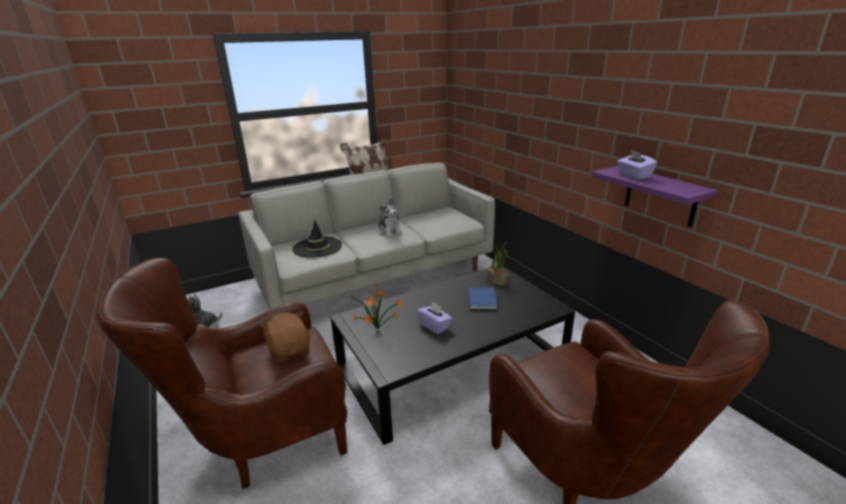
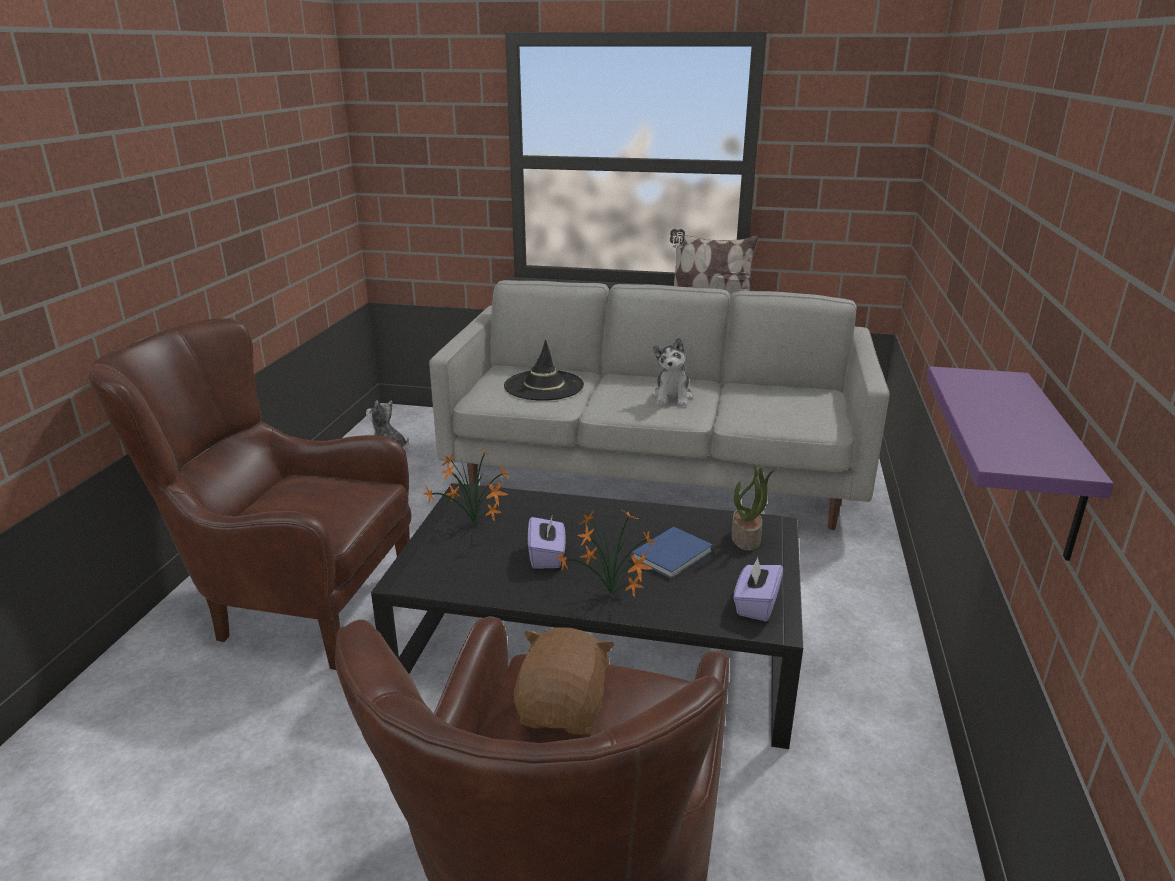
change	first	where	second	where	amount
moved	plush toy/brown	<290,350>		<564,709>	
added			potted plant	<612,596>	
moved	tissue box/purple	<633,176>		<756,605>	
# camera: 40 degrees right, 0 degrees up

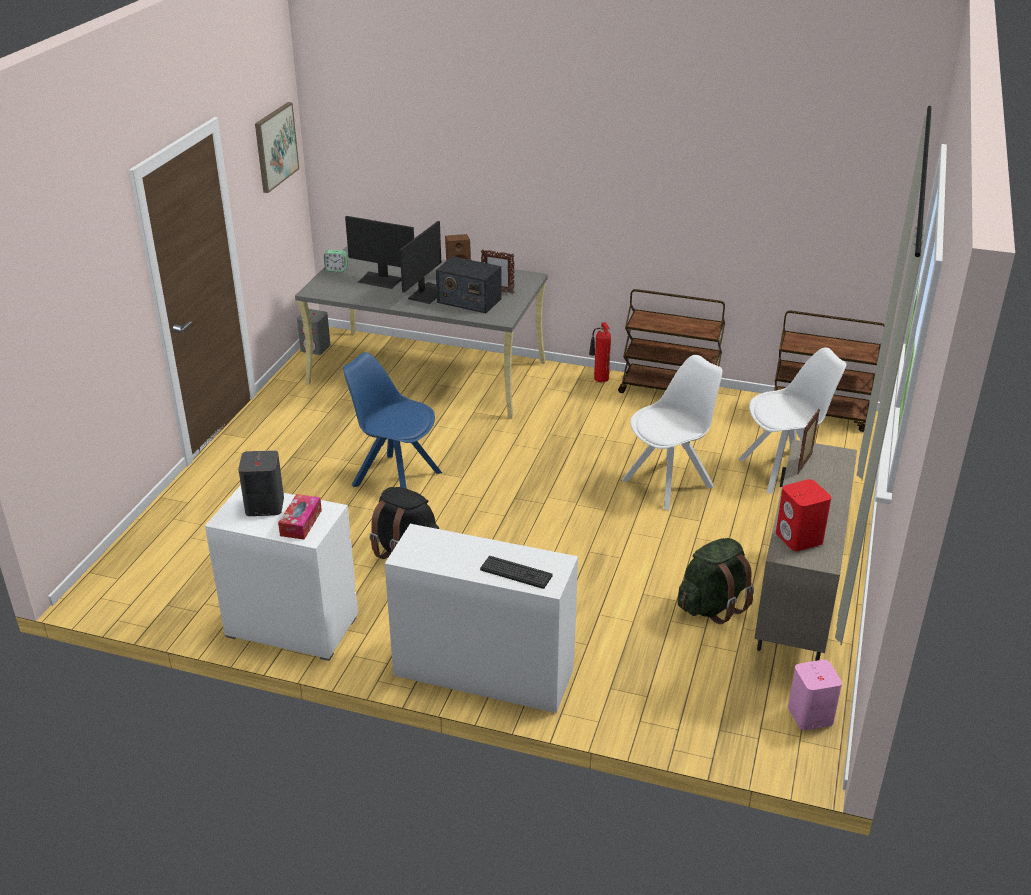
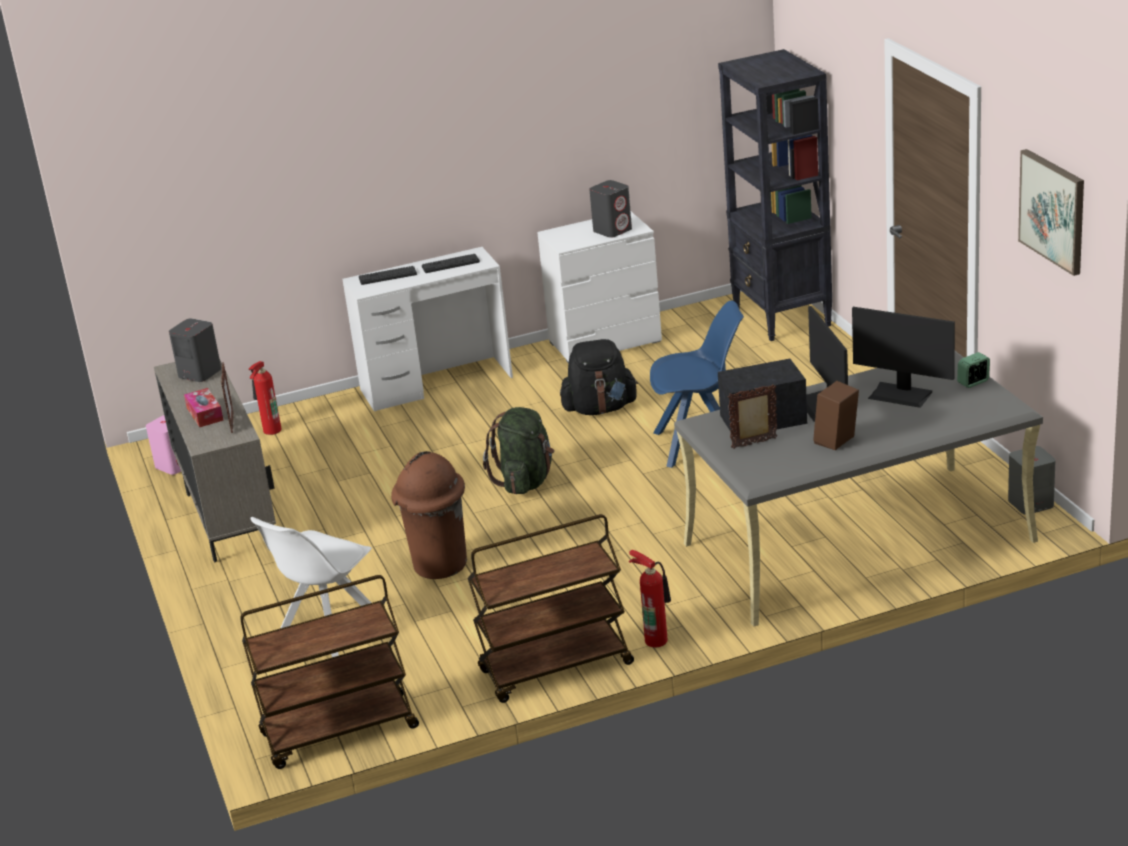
change	first	where	second	where	amount
recoloured	speaker/red	<799,538>	speaker/grey	<199,373>	
moved	tissue box	<301,523>		<205,414>	
added			fire extinguisher	<270,431>	
replaced	chair/white	<670,482>	trash can/brown	<439,565>	
added			keyboard	<450,264>	
moved	backpack/green	<712,606>		<525,481>	
added			bookcase/black	<782,317>	
turned	monitor	<380,280>		<901,394>	135 degrees counterclockwise
# camera: 145 degrees right, 5 degrees down

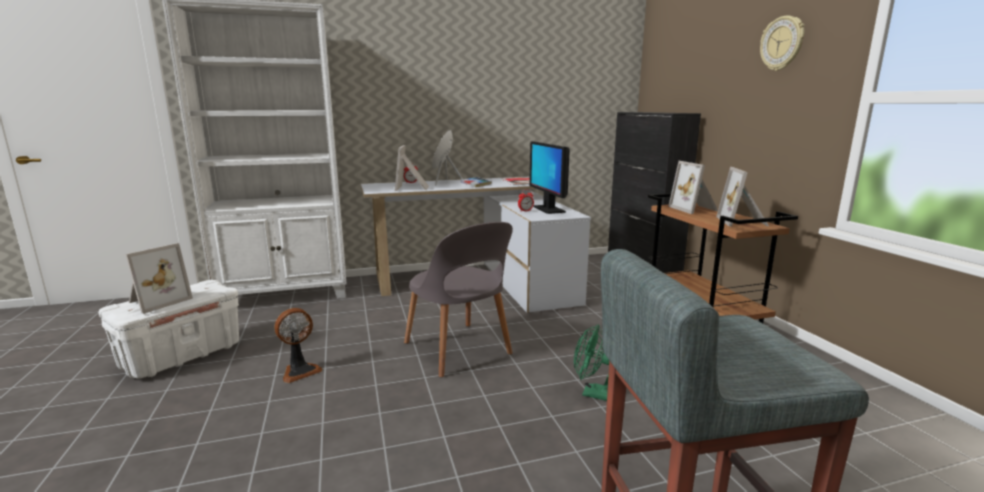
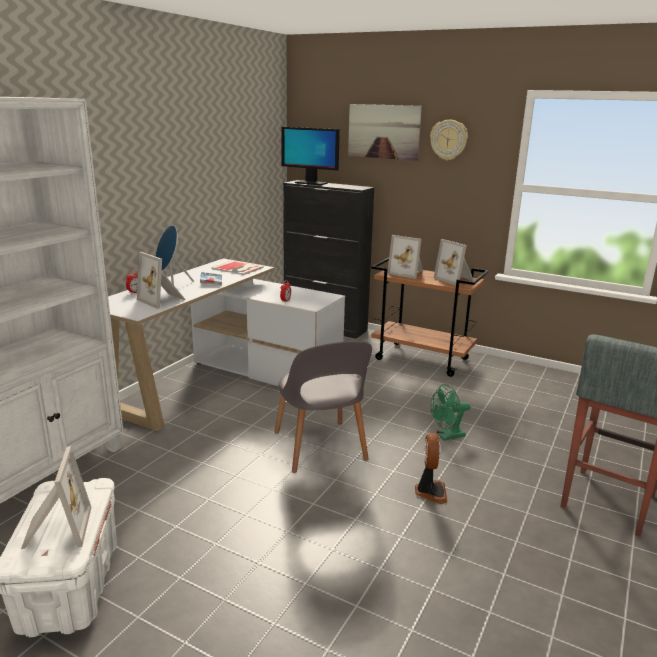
change	first	where	second	where	amount
turned	chair/grey	<459,350>		<320,448>	60 degrees clockwise
moved	monitor	<548,209>		<310,183>	
added			picture	<383,131>	
moved	fan	<299,371>		<430,492>	
# camera: 45 degrees left, 5 degrees up

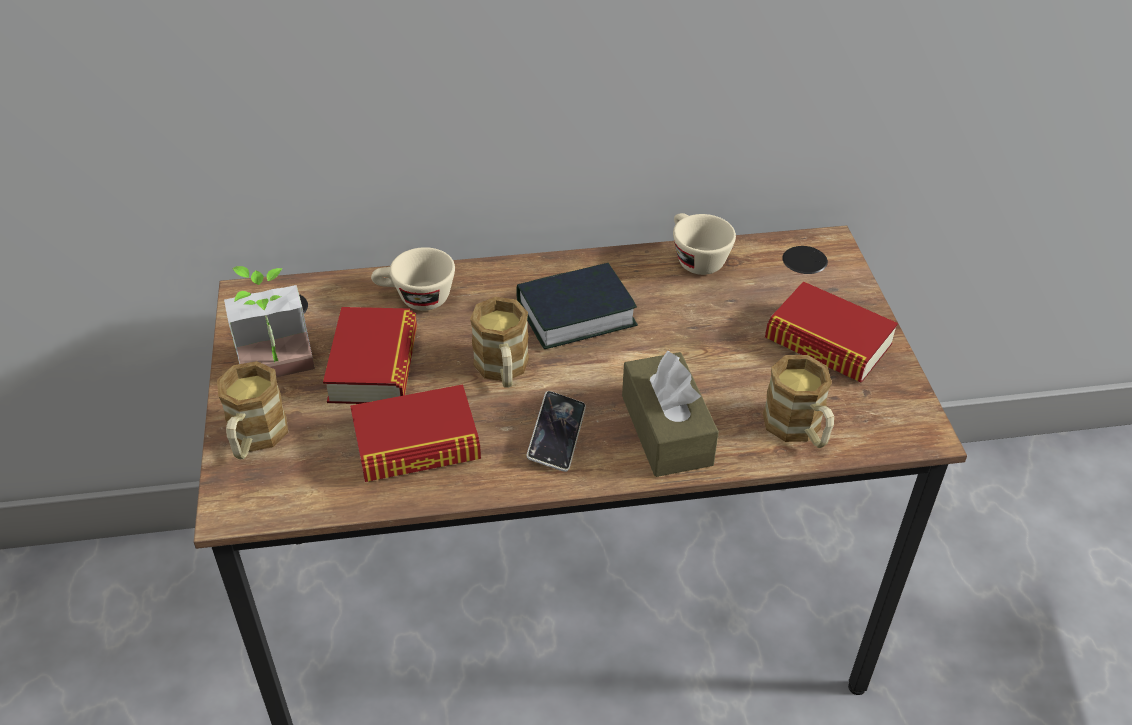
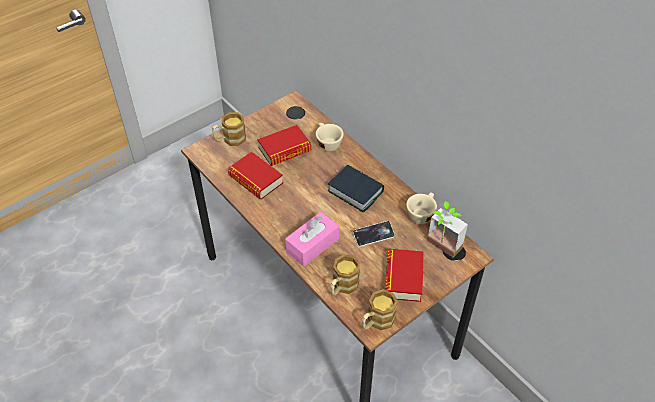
change	first	where	second	where	amount
recoloured	tissue box/brown	<666,430>	tissue box/pink	<312,245>	
moved	phone	<557,435>		<373,235>	
moved	mug	<503,370>		<376,321>	
moved	potted plant	<279,375>		<440,248>	
# camera: 60 degrees right, 5 degrees up

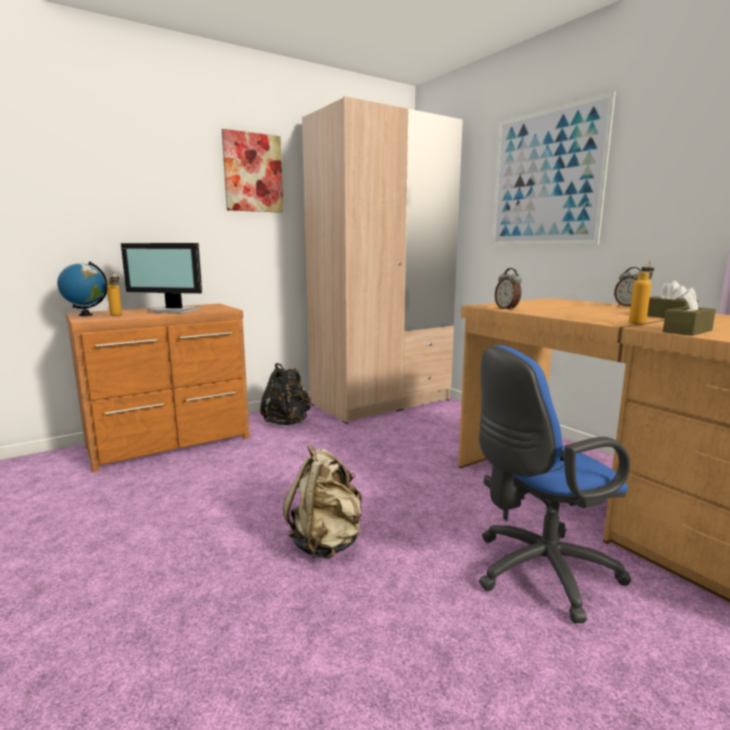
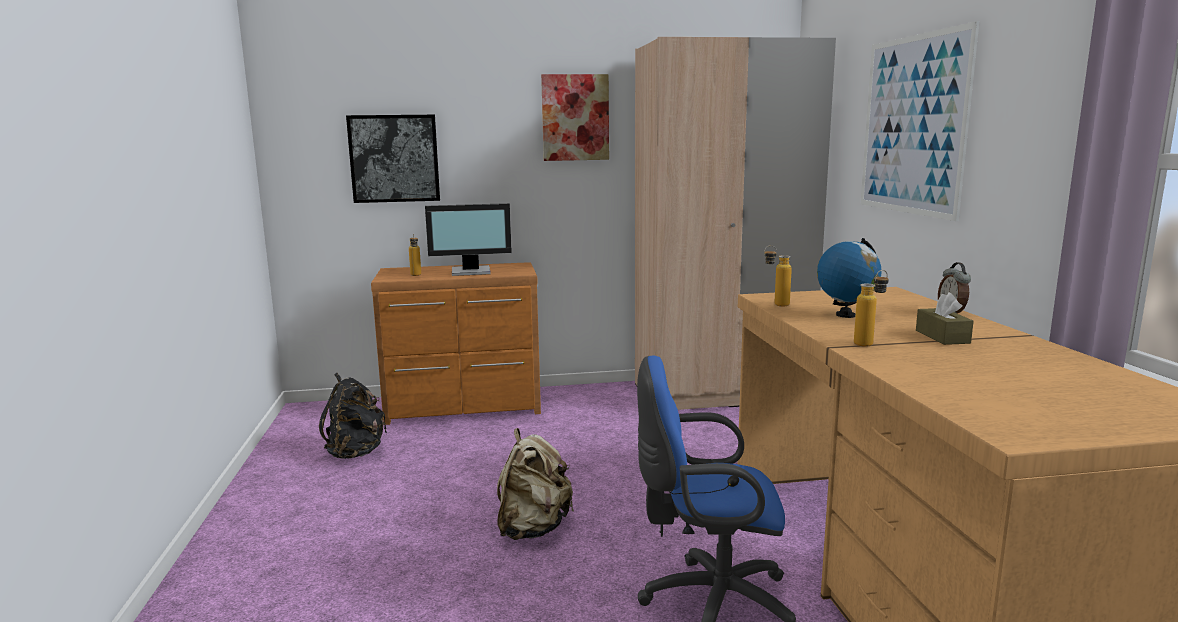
change	first	where	second	where	amount
moved	backpack/black	<287,422>		<356,452>	
added			picture	<394,158>	
turned	monitor	<173,311>		<471,272>	45 degrees counterclockwise
replaced	alarm clock	<507,309>	bottle	<775,305>	
moved	globe	<85,315>		<845,315>	
removed	tissue box/brown	<687,331>			
# camera: 25 degrees right, 0 degrees up

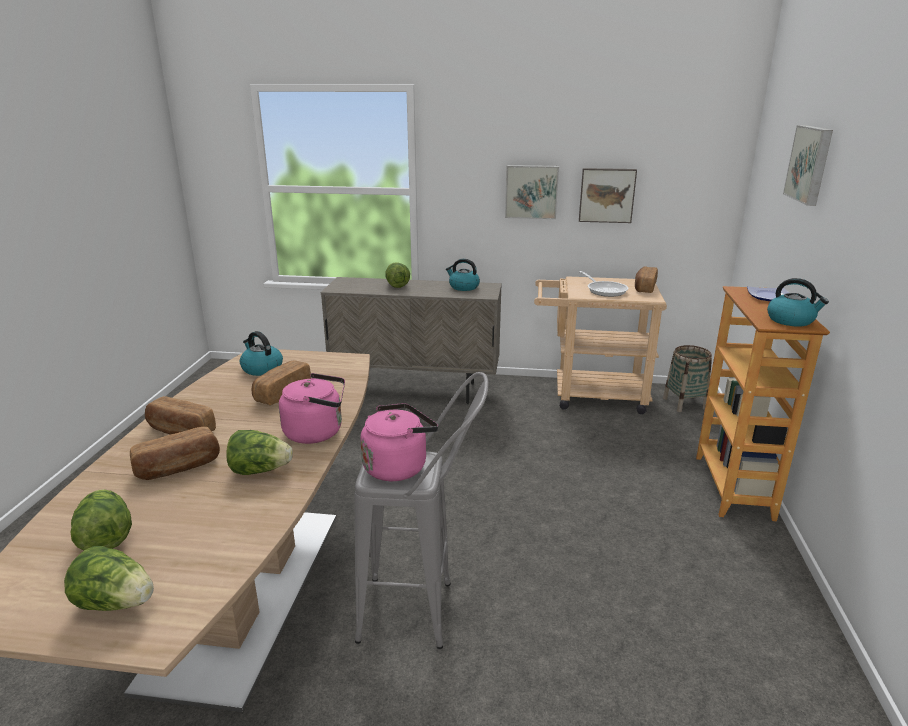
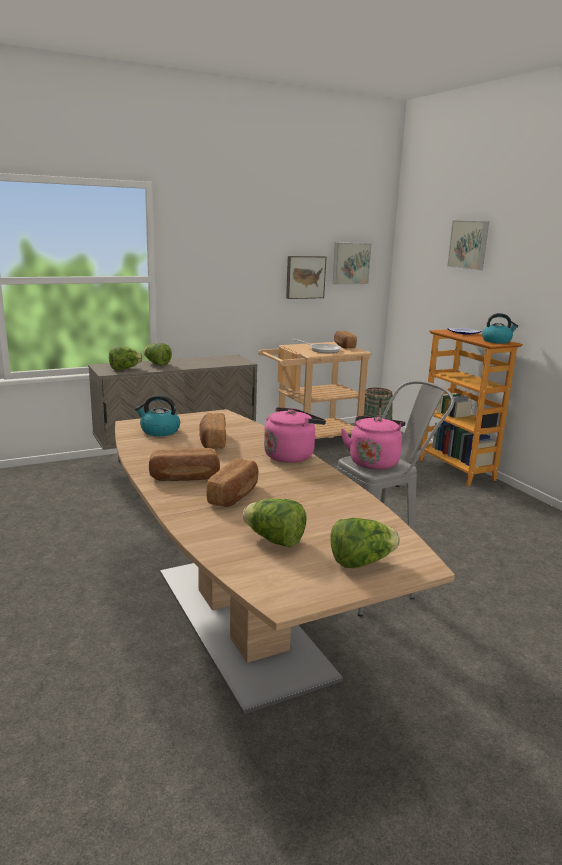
change	first	where	second	where	amount
moved	lettuce	<260,470>		<125,369>	
moved	picture	<531,191>		<350,263>	
removed	kettle	<463,287>			
# camera: 35 degrees left, 5 degrees down

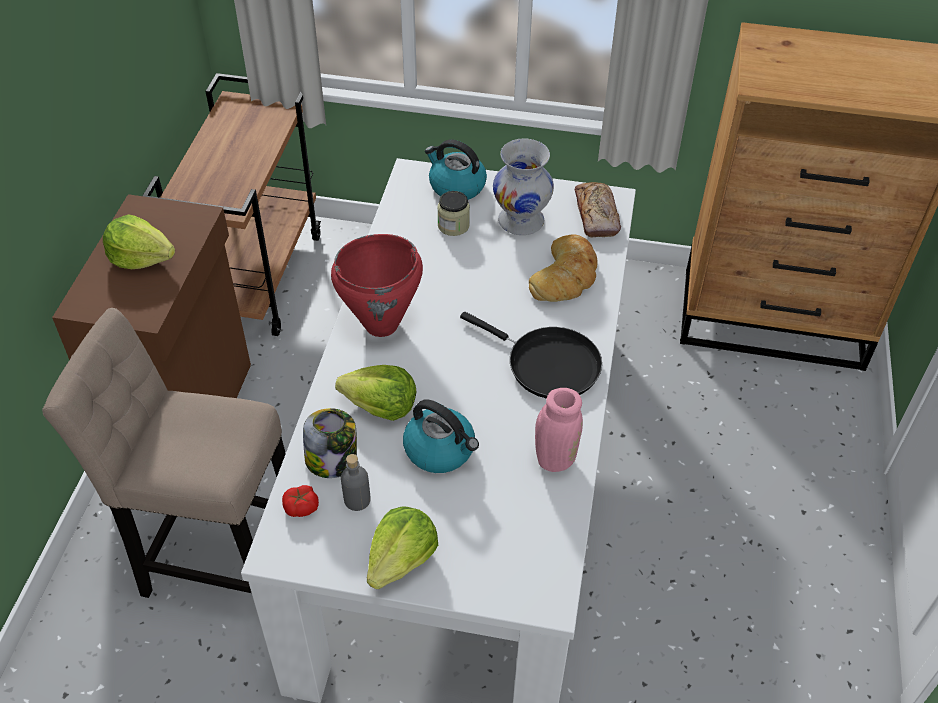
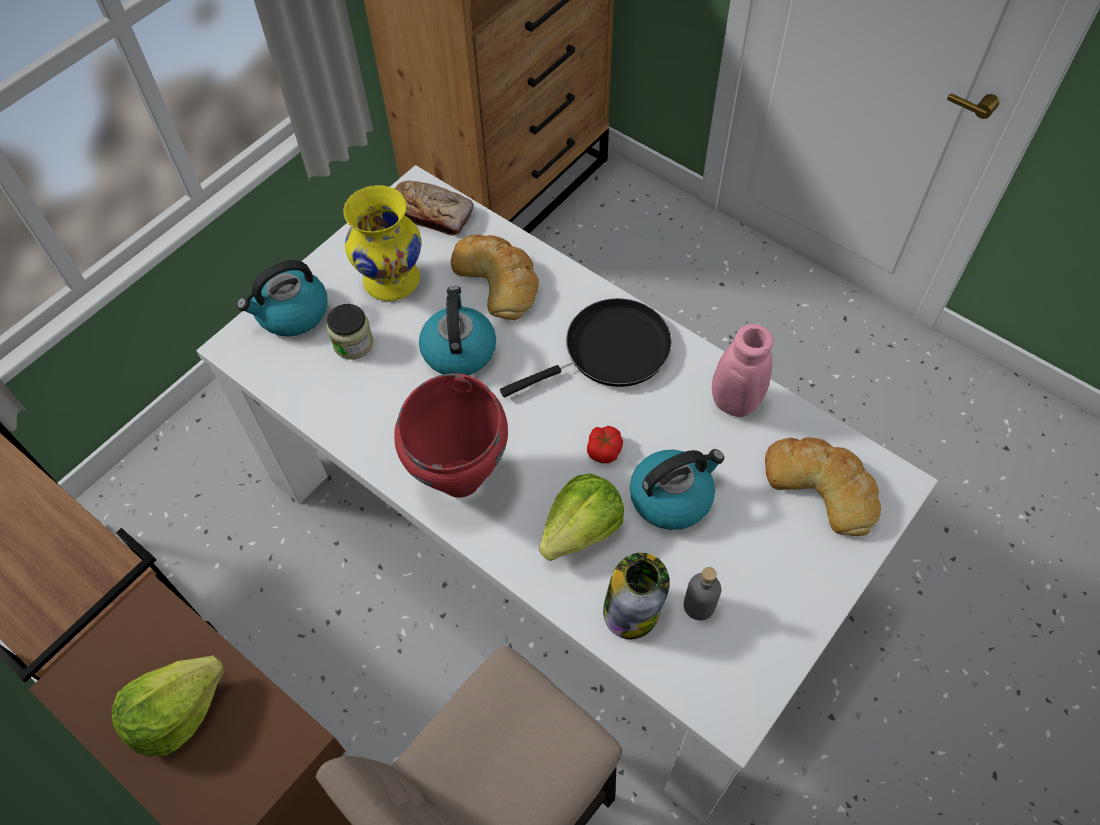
change	first	where	second	where	amount
recoloured	vase/white	<522,221>	vase/yellow	<392,279>	
added			kettle	<458,350>	
moved	tomato	<301,507>		<604,449>	
added			bread	<823,485>	
removed	lettuce	<401,560>			
# camera: 60 degrees left, 10 degrees up

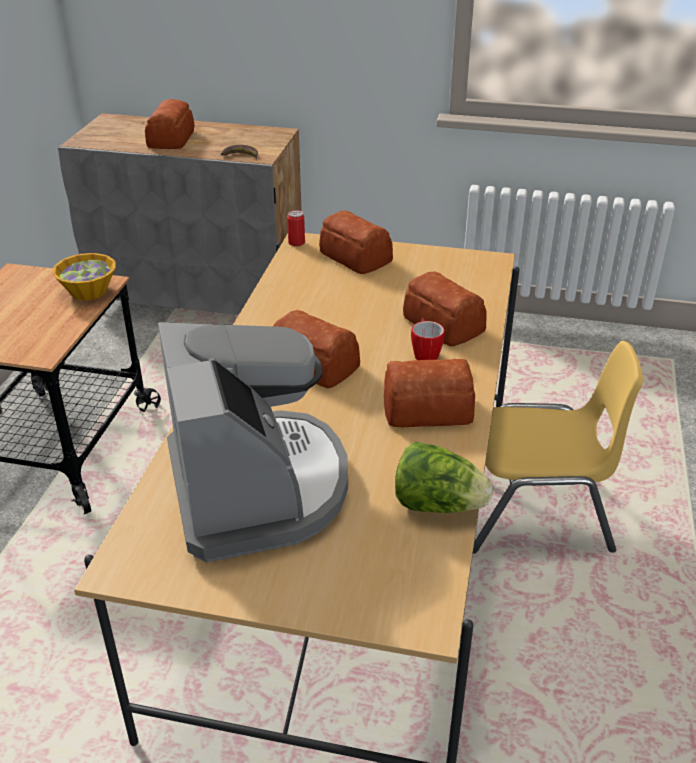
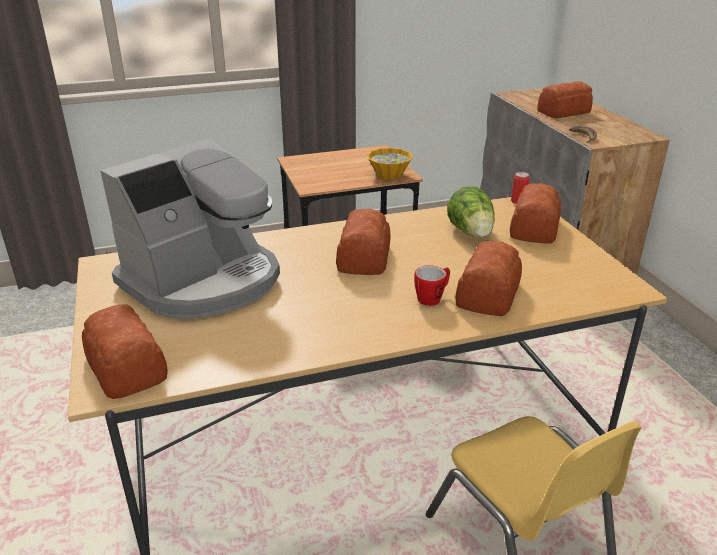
change	first	where	second	where	amount
moved	bread	<425,408>		<128,366>	
moved	lettuce	<438,505>		<471,233>	
# camera: 60 degrees right, 5 degrees down

